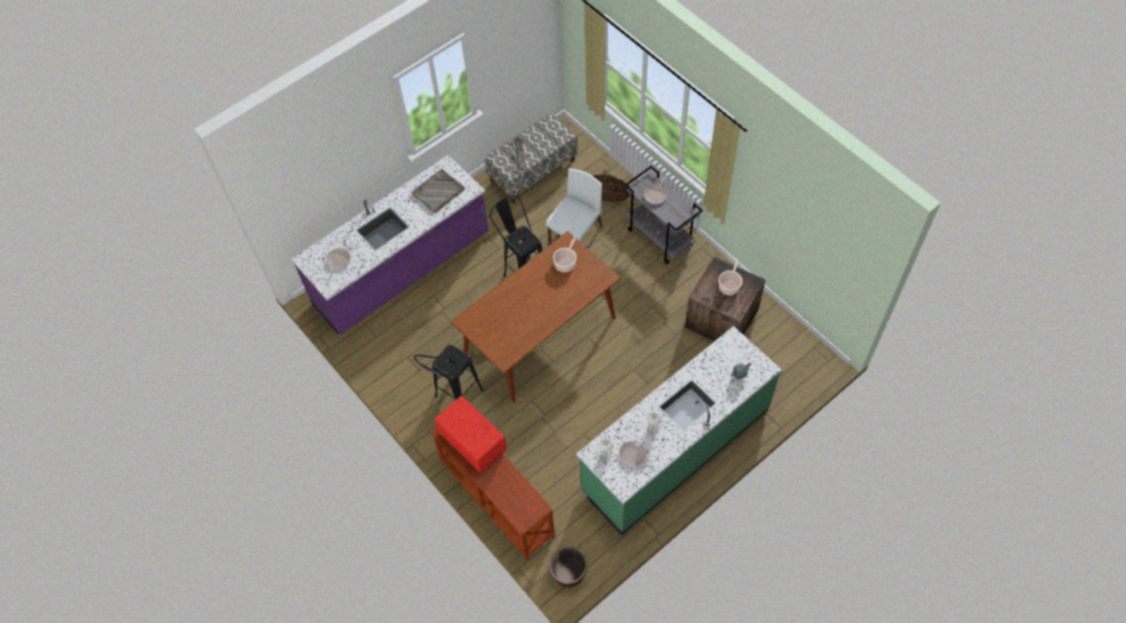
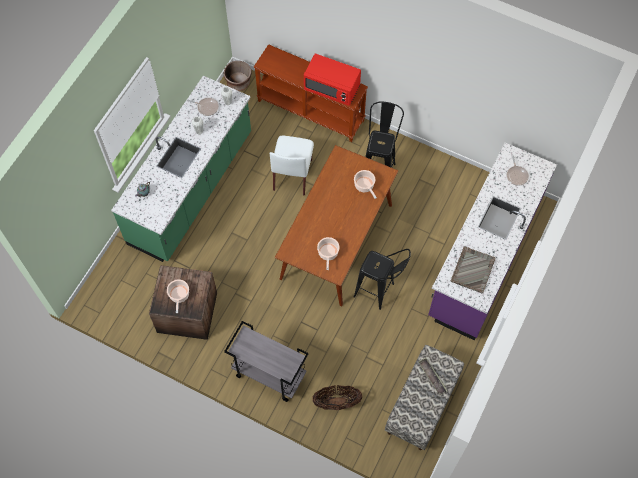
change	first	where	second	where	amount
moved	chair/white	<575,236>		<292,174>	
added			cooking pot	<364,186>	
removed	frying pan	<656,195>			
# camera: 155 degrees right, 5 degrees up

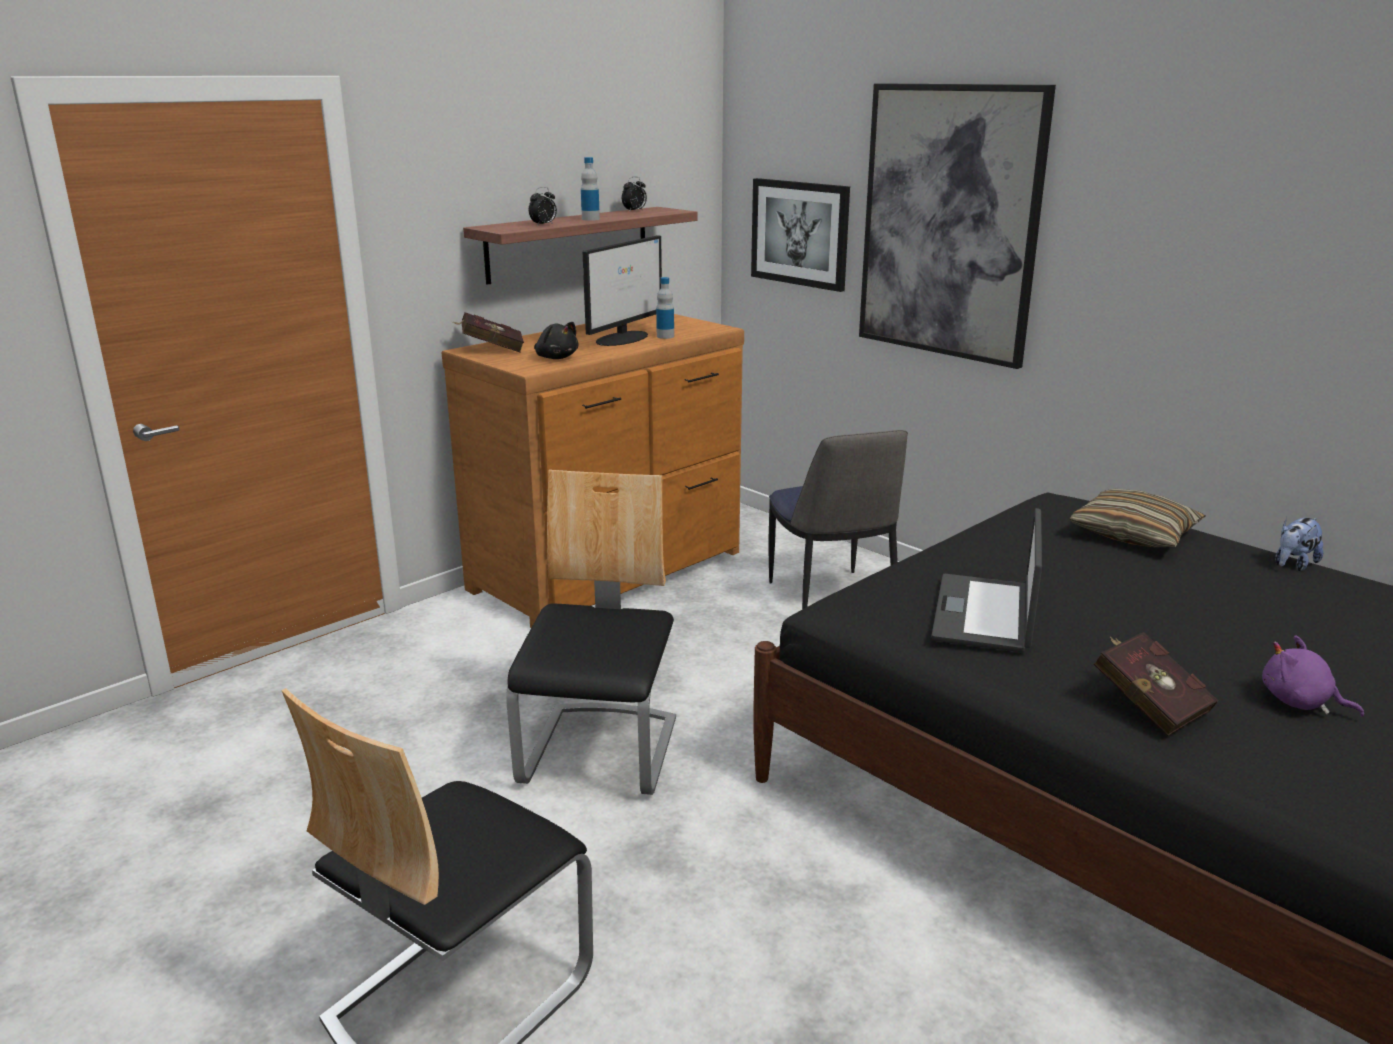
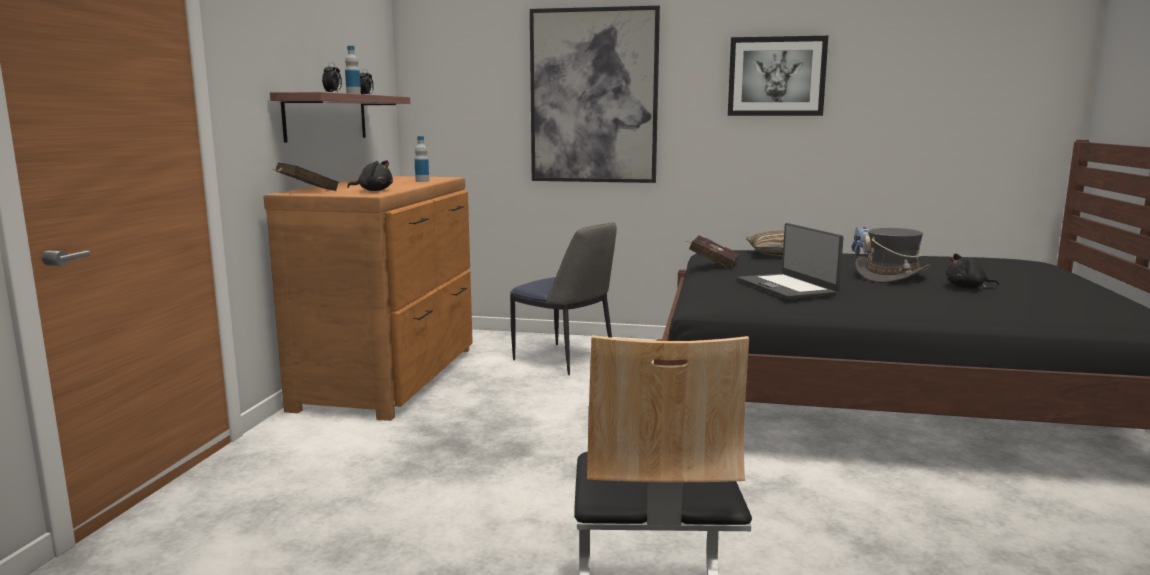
change	first	where	second	where	amount
moved	book/red	<1146,704>		<711,264>	
moved	picture	<800,233>		<776,76>	
added			hat/grey	<891,276>	
recoloured	plush toy/purple	<1300,702>	plush toy/black	<967,287>	
removed	chair	<601,752>			
removed	monitor	<623,338>			
# camera: 35 degrees left, 10 degrees down

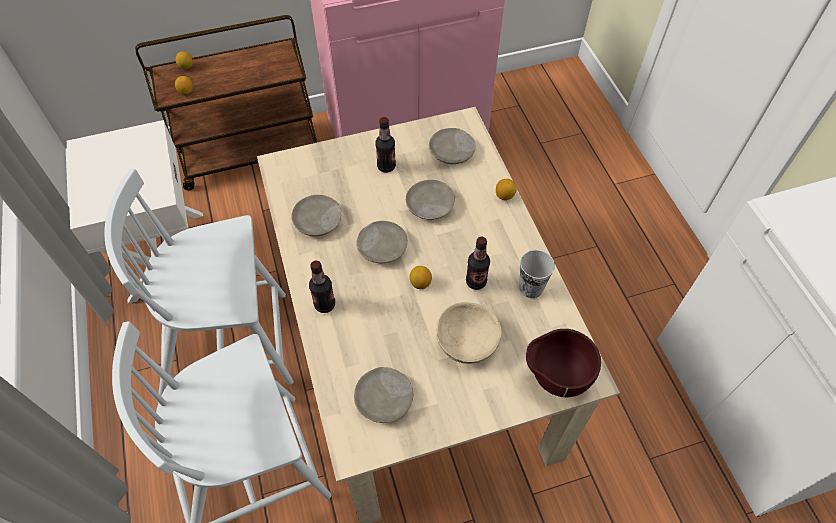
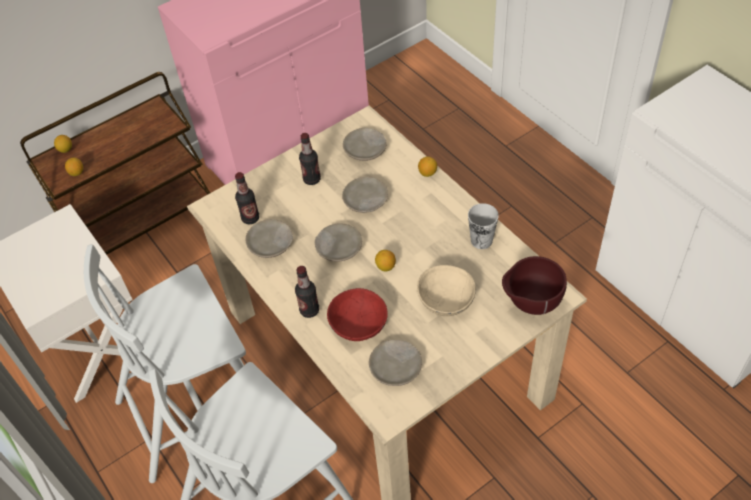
change	first	where	second	where	amount
moved	bottle	<476,282>		<250,218>	
added			bowl/red	<358,324>	
# camera: 15 degrees left, 5 degrees down

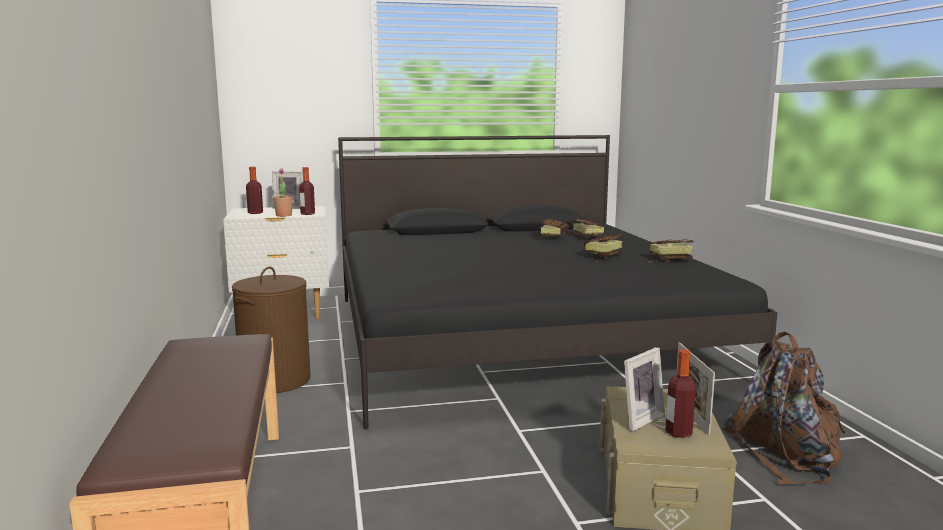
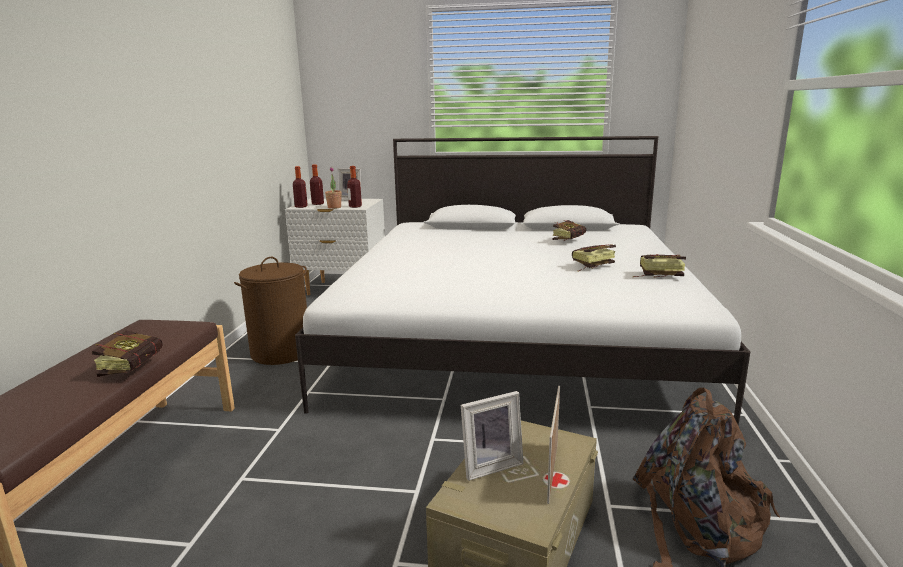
change	first	where	second	where	amount
moved	book	<586,237>		<136,367>	
moved	bottle	<678,432>		<301,206>	
recoloured	bed/black	<517,338>	bed/white	<515,334>	
# camera: 20 degrees right, 5 degrees up

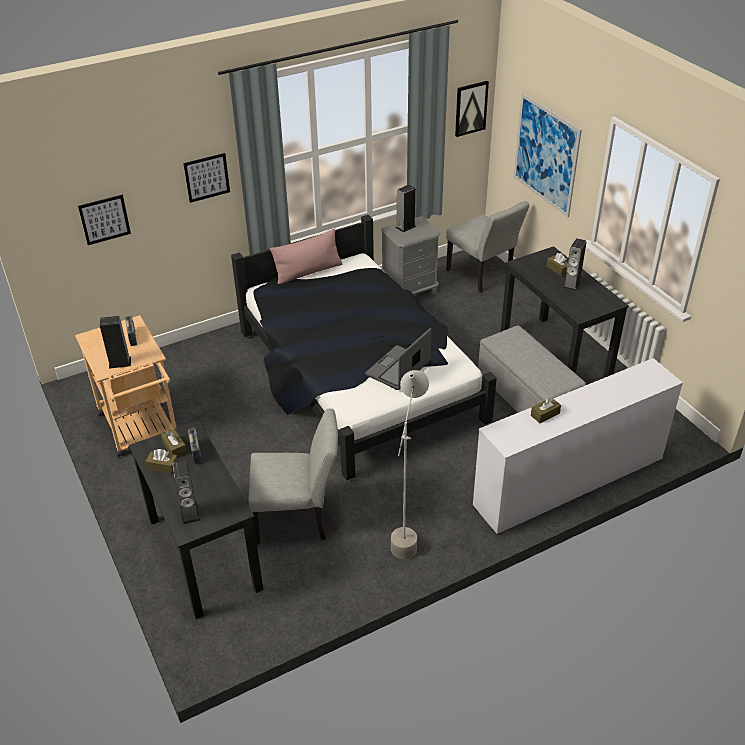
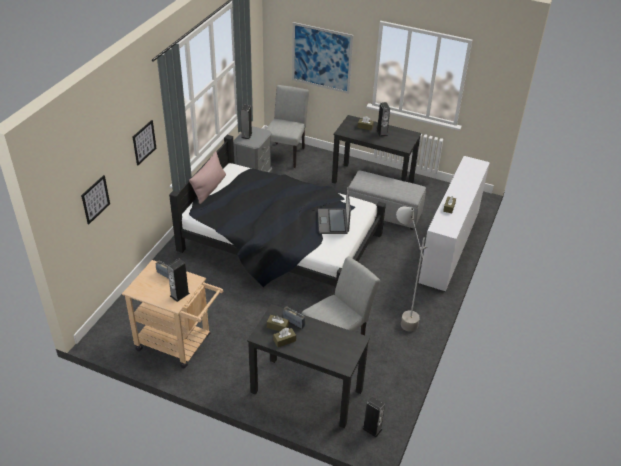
change	first	where	second	where	amount
turned	chair/grey	<483,276>		<286,153>	90 degrees counterclockwise
moved	speaker	<190,513>		<372,429>	
removed	picture	<470,108>			
# camera: 40 degrees left, 0 degrees up

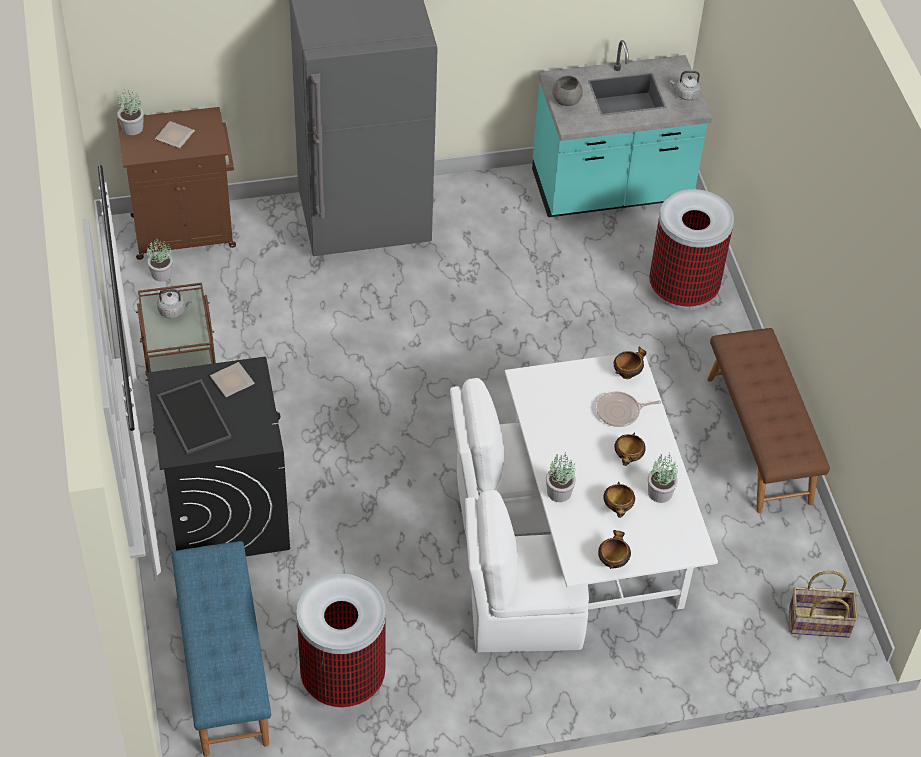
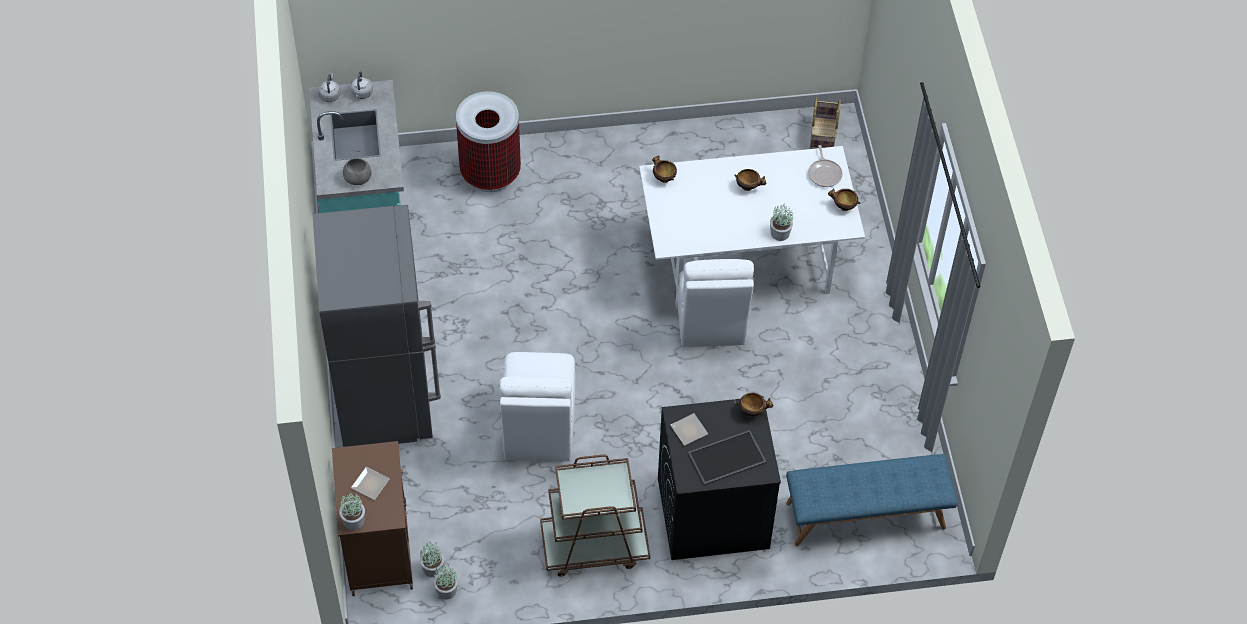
change	first	where	second	where	amount
moved	kettle/grey	<173,311>		<330,95>	
moved	potted plant	<659,492>		<446,590>	
moved	chair/white	<522,616>		<538,427>	
moved	bowl	<618,509>		<752,411>	
moved	frying pan	<620,412>		<824,173>	
removed	trash can	<342,678>			
removed	bench/brown	<760,439>			
# camera: 85 degrees left, 5 degrees up

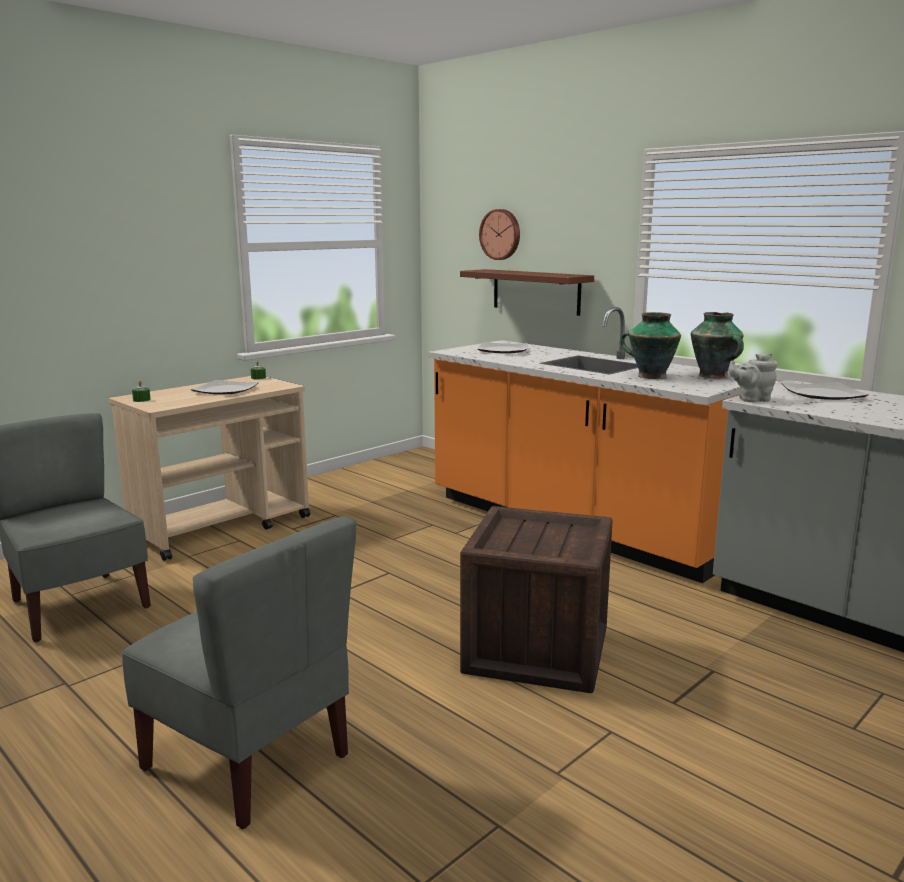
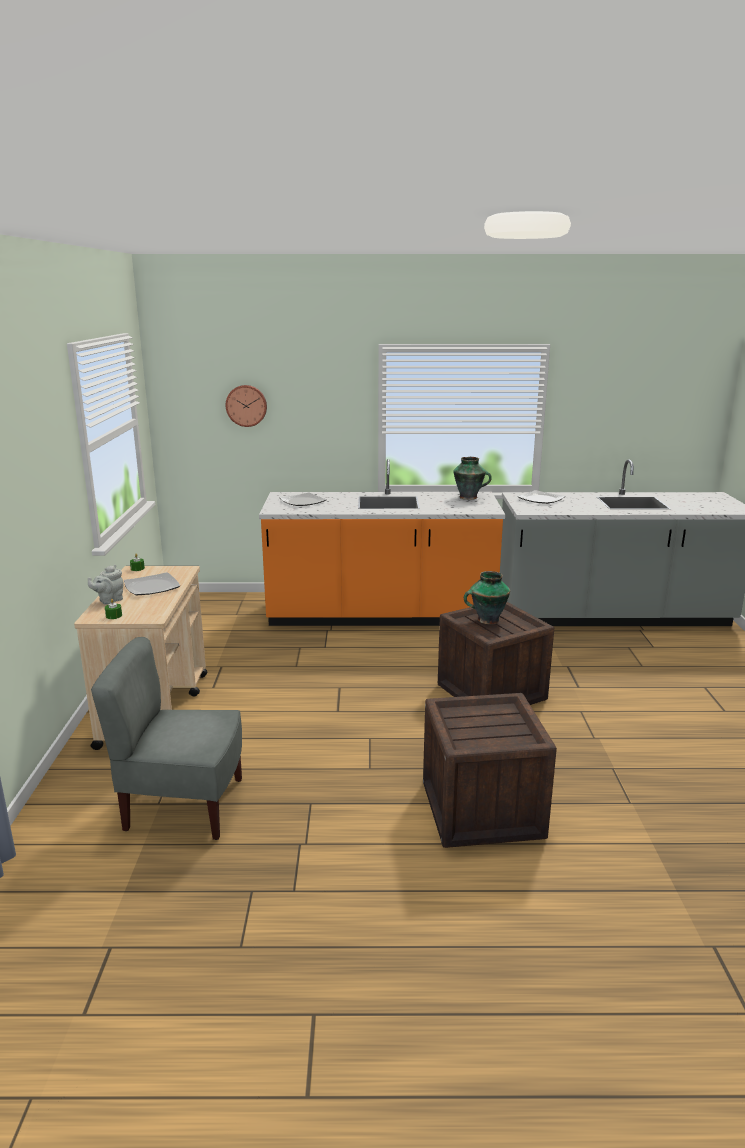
change	first	where	second	where	amount
moved	teapot/grey	<751,399>		<109,600>	
replaced	chair/grey	<250,760>	crate	<482,809>	
moved	vase	<650,376>		<487,620>	
removed	shelf/brown	<536,291>			
# camera: 45 degrees left, 5 degrees up

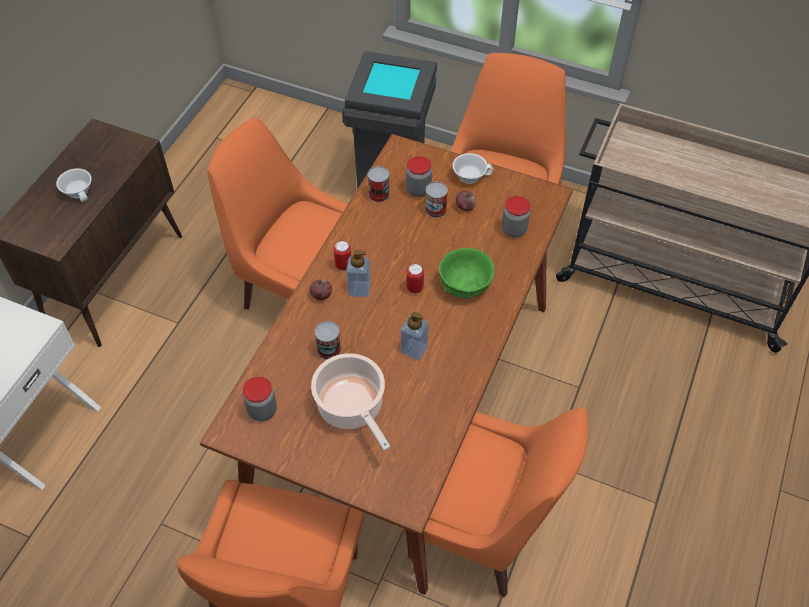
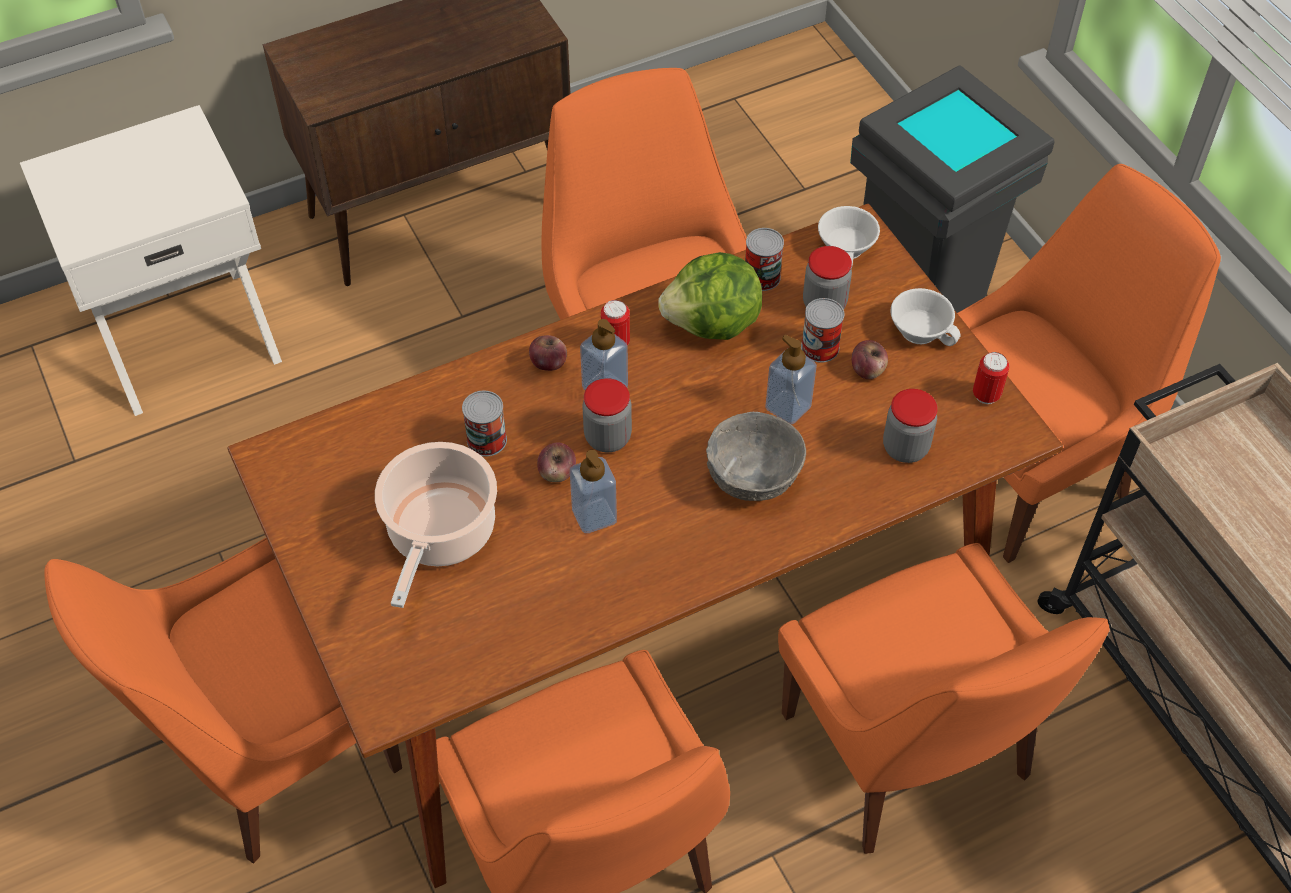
change	first	where	second	where	amount
added			apple	<557,473>	
moved	jar	<262,410>		<607,437>	
added			lettuce	<713,325>	
recoloured	bowl/green	<465,285>	bowl/grey	<752,478>	
added			soap dispenser	<788,407>	
added			chair/orange	<910,753>	
moved	cup/white	<79,191>		<848,248>	
moved	can	<415,288>		<986,395>	
# camera: 40 degrees right, 0 degrees up

